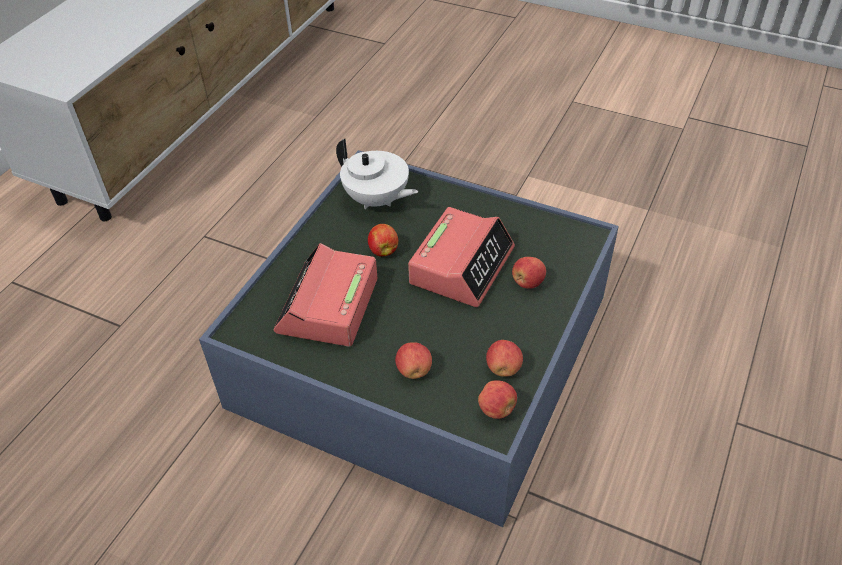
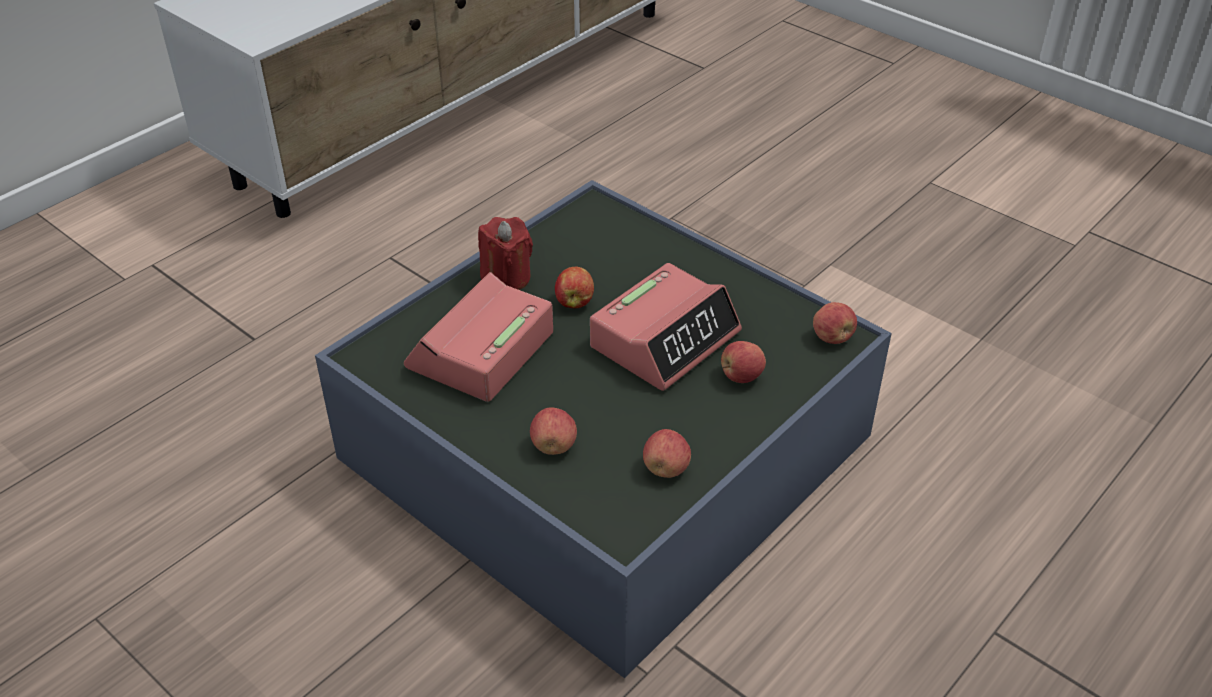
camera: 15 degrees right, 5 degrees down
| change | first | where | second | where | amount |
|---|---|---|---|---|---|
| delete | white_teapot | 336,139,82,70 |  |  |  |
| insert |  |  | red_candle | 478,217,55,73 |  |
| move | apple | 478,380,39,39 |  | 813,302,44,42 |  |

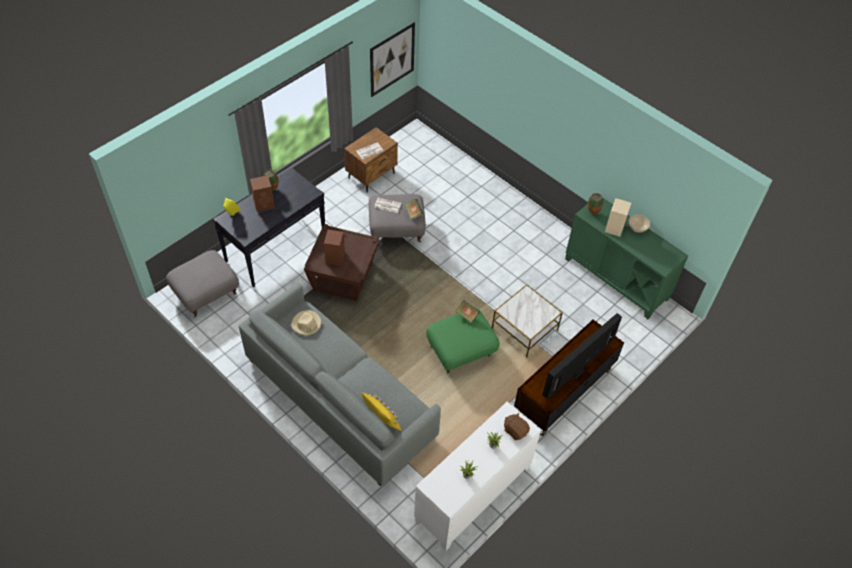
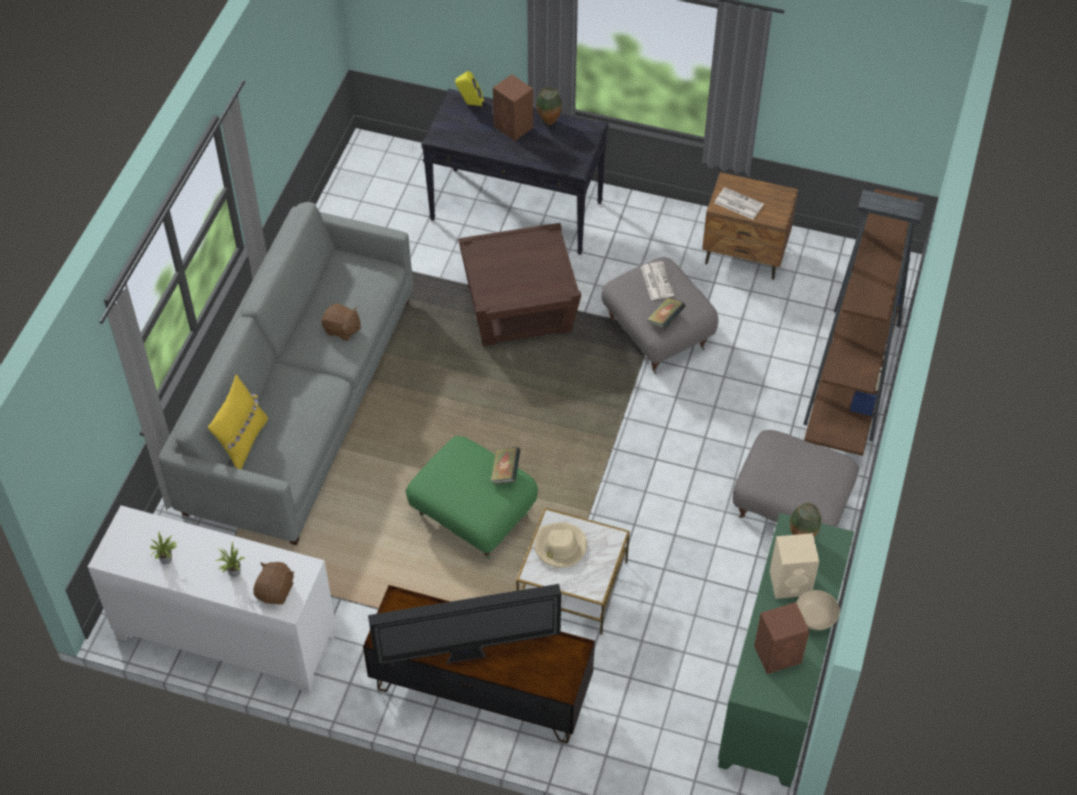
camera: 65 degrees right, 0 degrees up
| change | first | where | second | where | amount |
|---|---|---|---|---|---|
| delete | picture | 370,22,45,75 |  |  |  |
| insert |  |  | brown_plush_toy | 321,304,40,37 |  |
| insert |  |  | brown_bookcase | 803,189,121,267 |  |
| move | grey_ottoman | 166,250,73,68 |  | 733,430,126,97 |  |
| move | beige_hat | 291,310,30,25 |  | 535,522,52,46 |  |
| move | brown_speaker | 324,230,21,36 |  | 754,602,56,72 |  |
| rotate | television | 543,313,79,86 |  | 368,584,193,81 | 150 degrees clockwise |

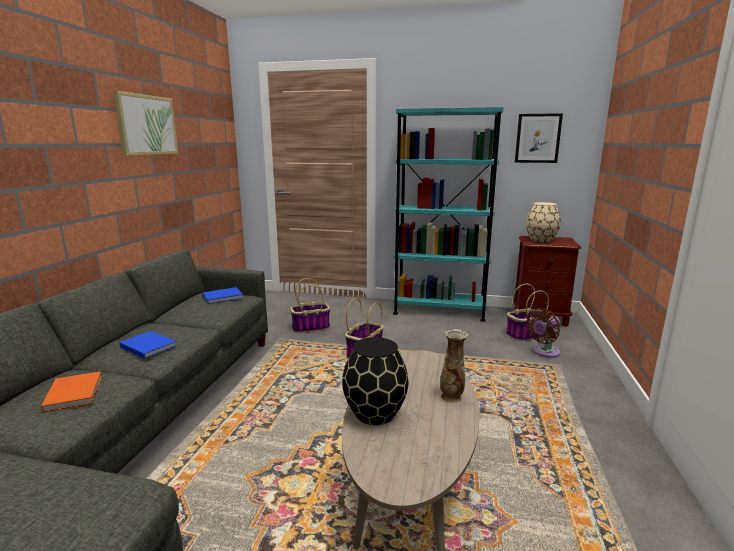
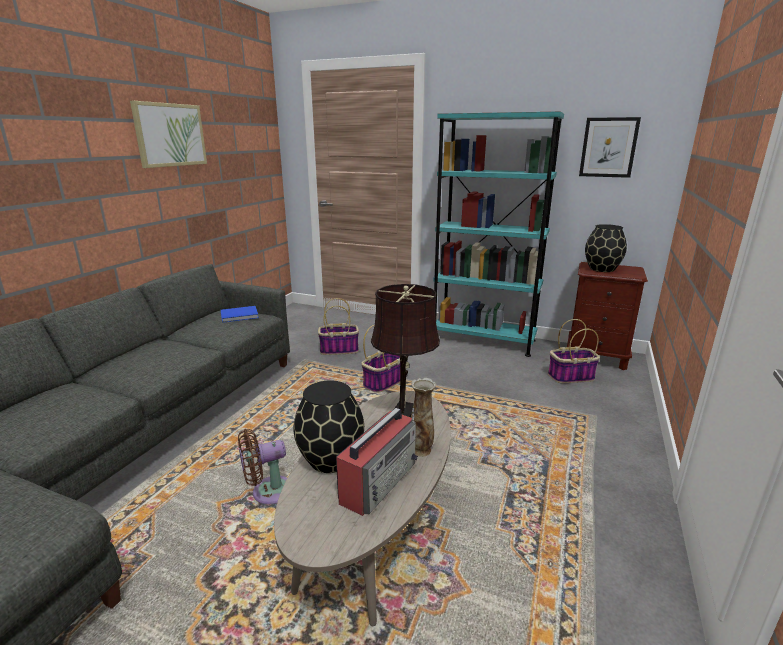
camera: 10 degrees right, 5 degrees up
| change | first | where | second | where | amount |
|---|---|---|---|---|---|
| delete | orange_book | 41,371,61,41 |  |  |  |
| delete | blue_book | 119,331,57,28 |  |  |  |
| insert |  |  | radio | 336,408,82,108 |  |
| insert |  |  | brown_table_lamp | 371,284,69,133 |  |
| move | brown_fan | 526,308,34,50 |  | 238,429,49,75 |  |
| recolor | beige_vase | 526,202,35,40 | black_vase | 585,224,42,48 |  |

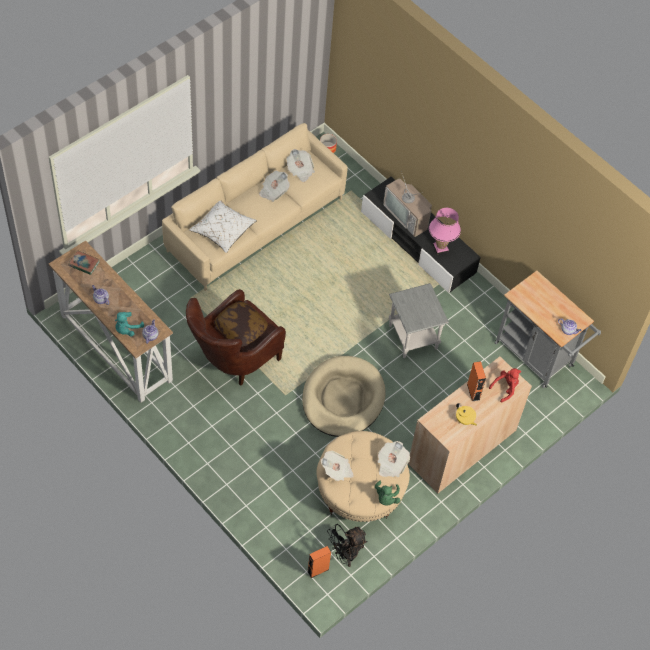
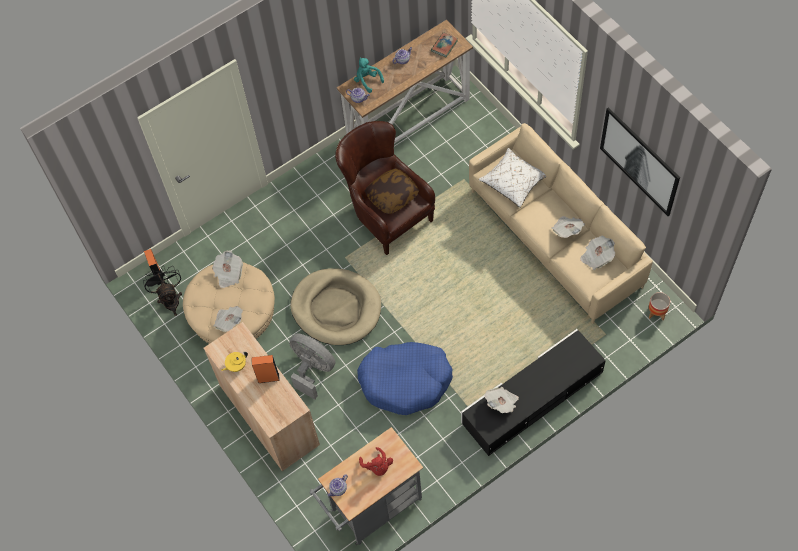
camera: 105 degrees right, 5 degrees up
| change | first | where | second | where | amount |
|---|---|---|---|---|---|
| delete | green_plush_toy | 375,480,25,25 |  |  |  |
| delete | television | 383,171,49,66 |  |  |  |
| insert |  |  | grey_fan | 289,333,47,67 |  |
| insert |  |  | picture | 600,107,80,109 |  |
| move | red_plush_toy | 489,368,32,35 |  | 359,447,34,29 |  |
| replace | grey_side_table | 389,283,60,75 | blue_dog_bed | 357,342,96,73 |  |
| replace | pink_table_lamp | 429,208,32,46 | newspaper | 485,387,34,26 |  |

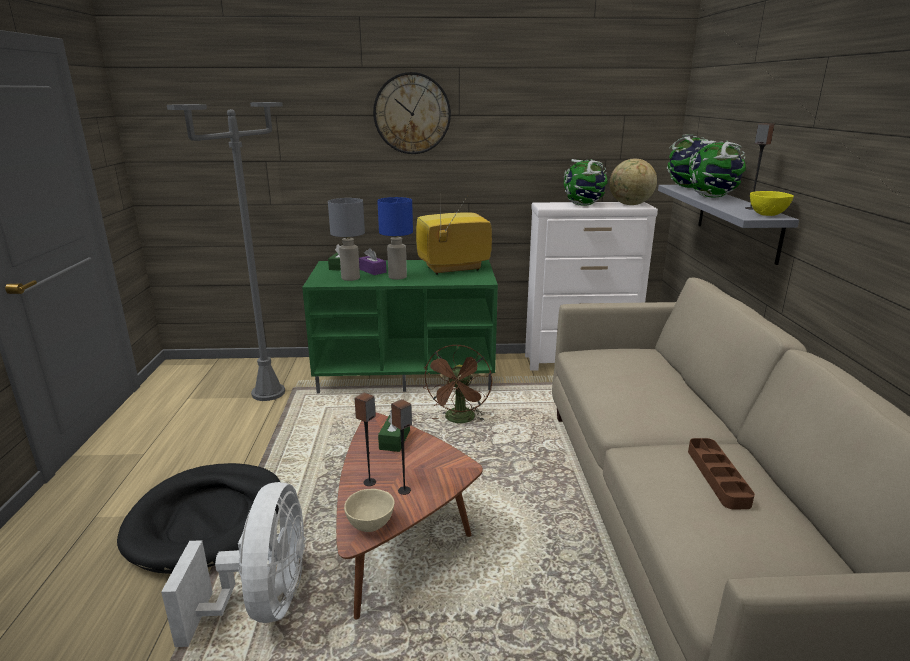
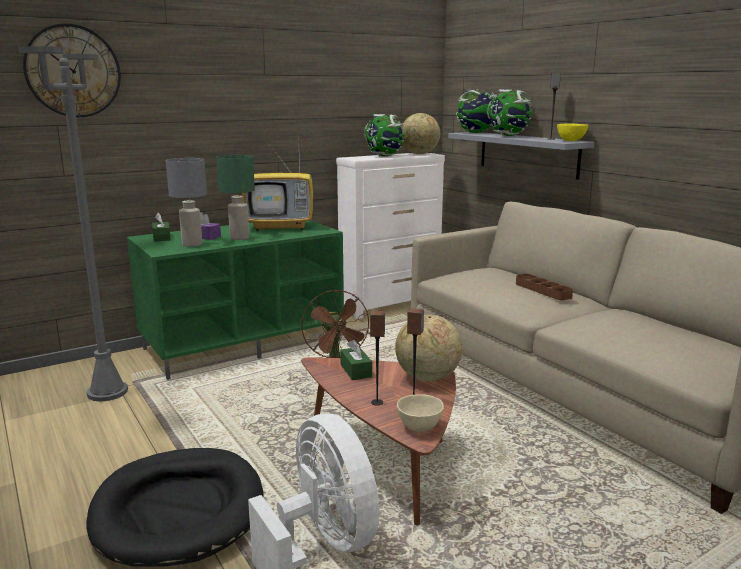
camera: 30 degrees left, 5 degrees down
| change | first | where | second | where | amount |
|---|---|---|---|---|---|
| insert |  |  | globe | 395,315,67,67 |  |
| move | wall_clock | 373,72,78,82 |  | 23,23,98,94 |  |
| move | brown_tray | 688,438,67,71 |  | 516,274,57,26 |  |
| recolor | blue_table_lamp | 377,197,36,83 | green_table_lamp | 216,155,39,85 |  |
| rotate | television | 416,187,76,88 |  | 242,134,71,97 | 135 degrees counterclockwise |

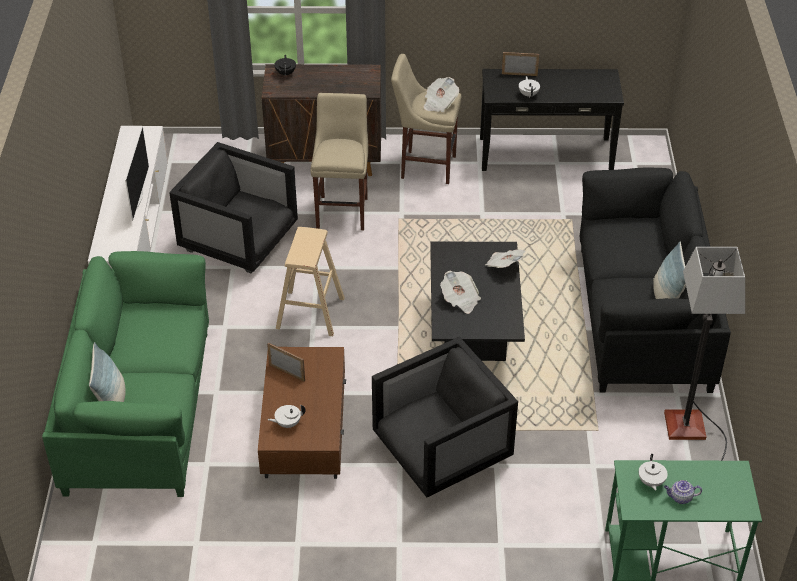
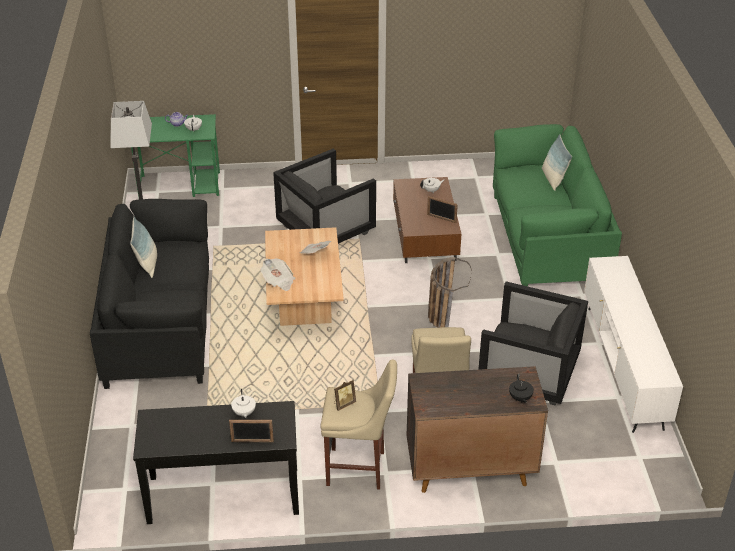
camera: 175 degrees right, 5 degrees down
| change | first | where | second | where | amount |
|---|---|---|---|---|---|
| delete | television | 125,126,24,95 |  |  |  |
| replace | beige_stool | 276,227,69,109 | basket | 428,257,44,71 |  |
| replace | newspaper | 423,77,36,35 | picture_frame | 334,380,22,31 |  |
| recolor | black_coffee_table | 430,241,95,120 | beige_coffee_table | 265,227,79,99 |  |

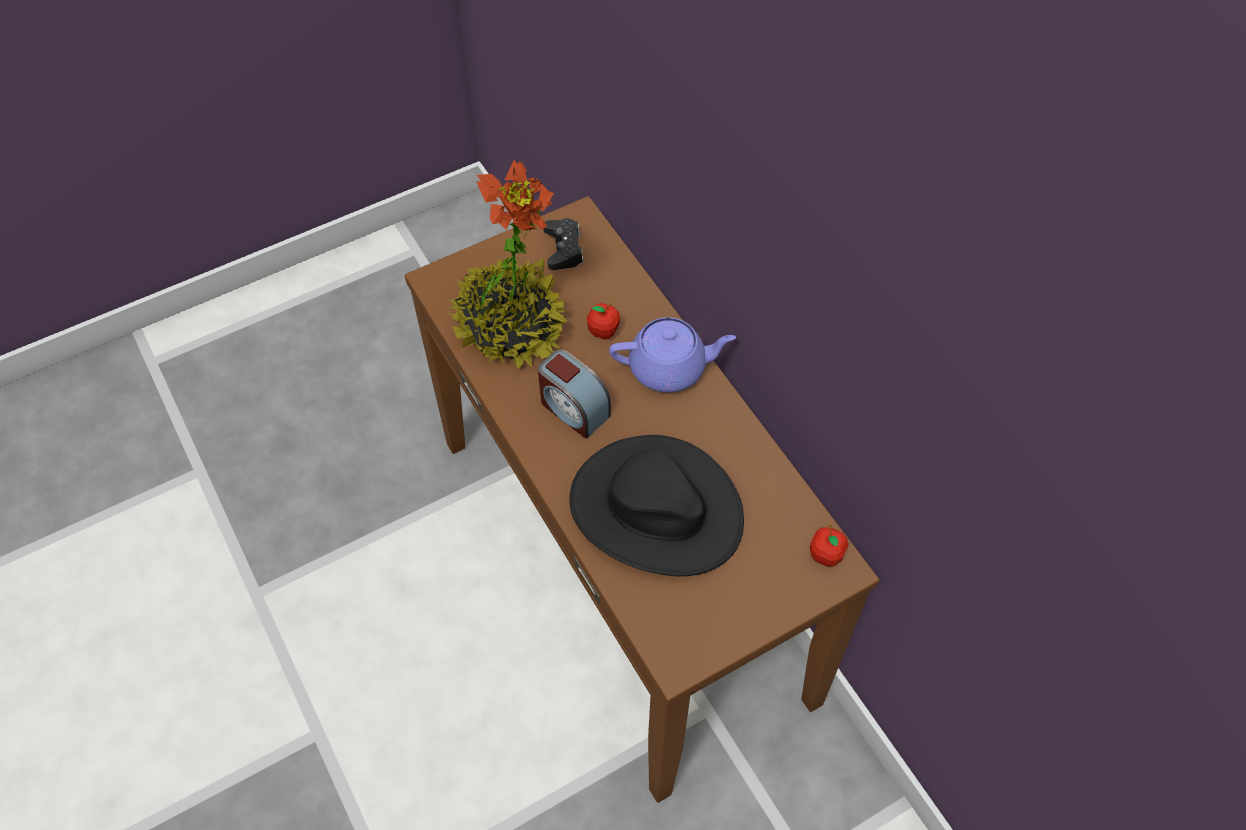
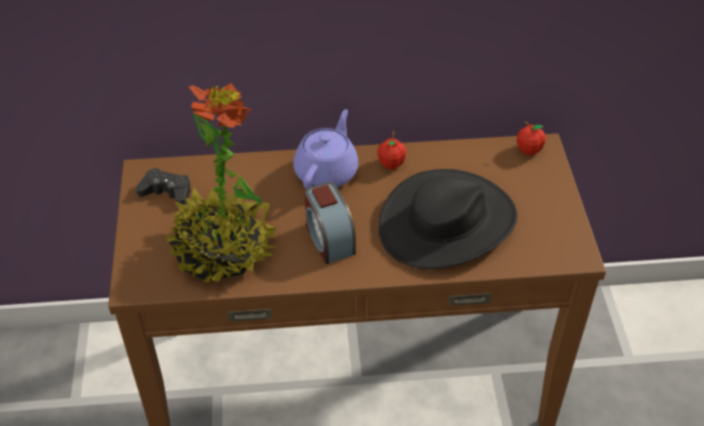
camera: 65 degrees left, 10 degrees down
| change | first | where | second | where | amount |
|---|---|---|---|---|---|
| move | apple | 587,302,33,37 |  | 377,131,29,39 |  |
| rotate | alarm_clock | 538,349,73,90 |  | 305,182,51,82 | 90 degrees clockwise |

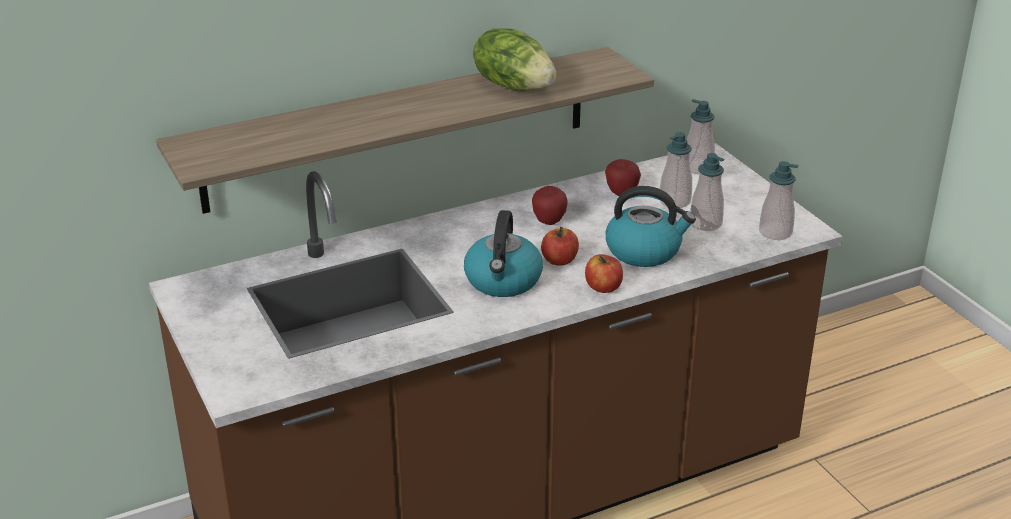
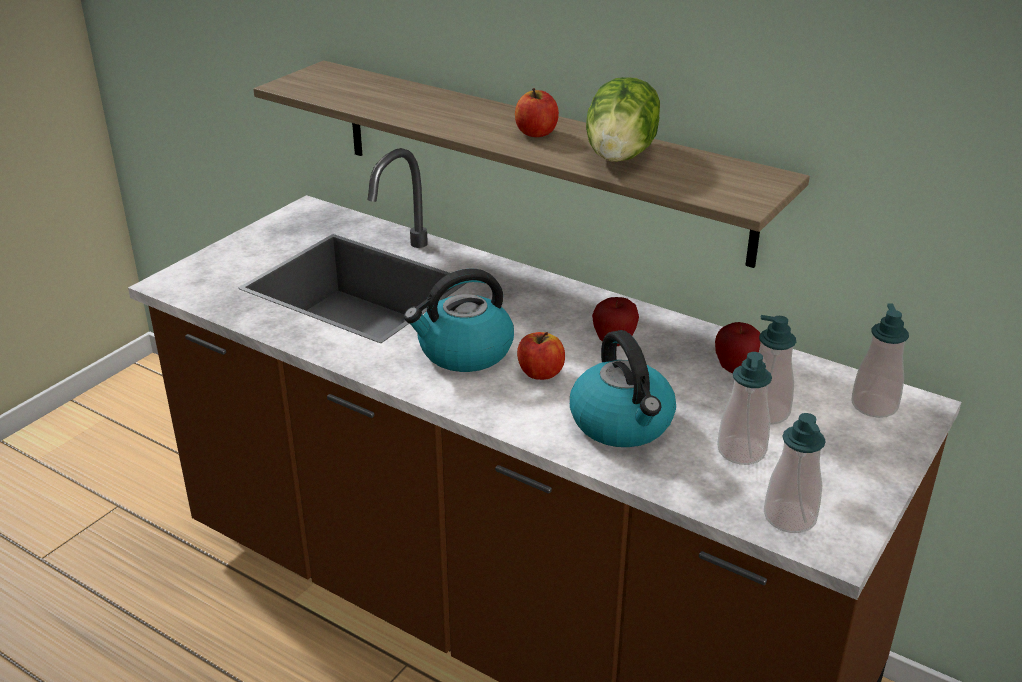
camera: 60 degrees right, 0 degrees up
| change | first | where | second | where | amount |
|---|---|---|---|---|---|
| move | apple | 585,254,38,39 |  | 515,88,44,49 |  |

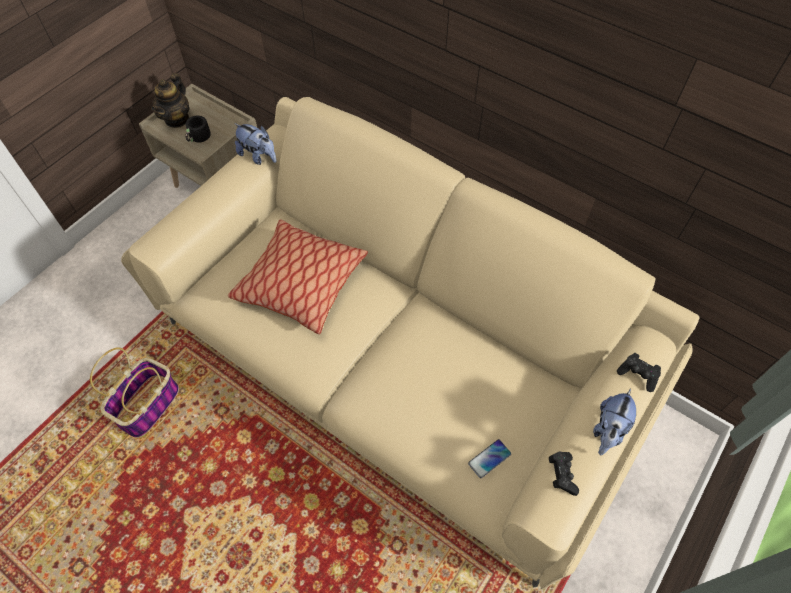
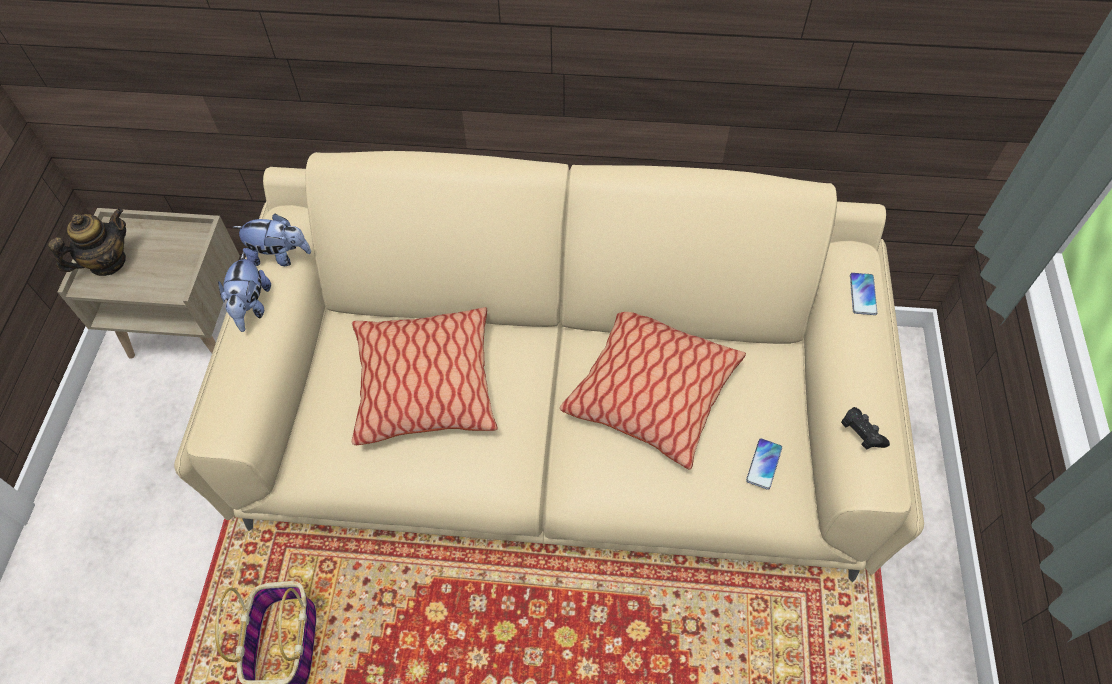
camera: 30 degrees left, 0 degrees up
| change | first | where | second | where | amount |
|---|---|---|---|---|---|
| delete | black_mug | 186,115,32,28 |  |  |  |
| insert |  |  | pillow | 560,312,186,157 |  |
| move | plush_toy | 593,388,43,67 |  | 218,252,53,80 |  |
| replace | black_game_controller | 617,353,44,39 | phone | 850,273,27,42 |  |
| rotate | teapot | 151,73,39,55 |  | 48,208,78,68 | 120 degrees counterclockwise |

